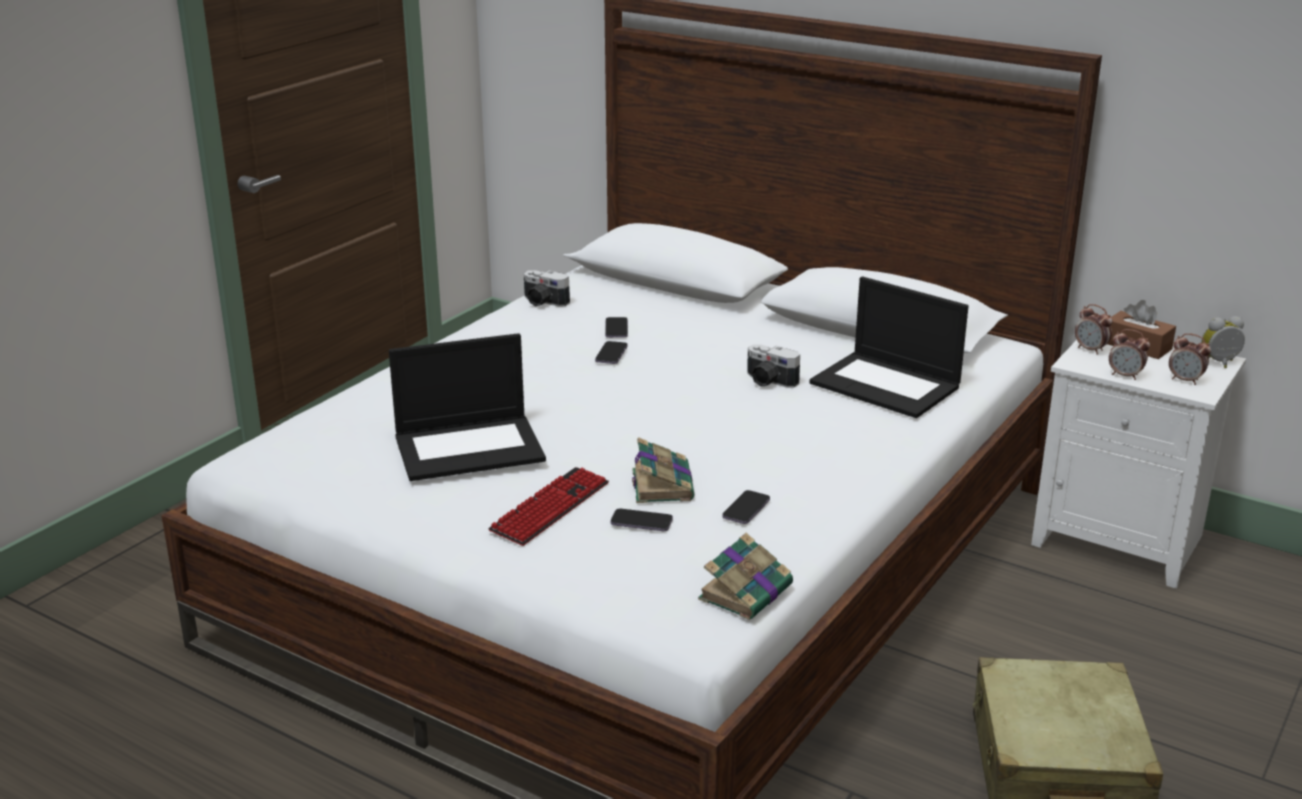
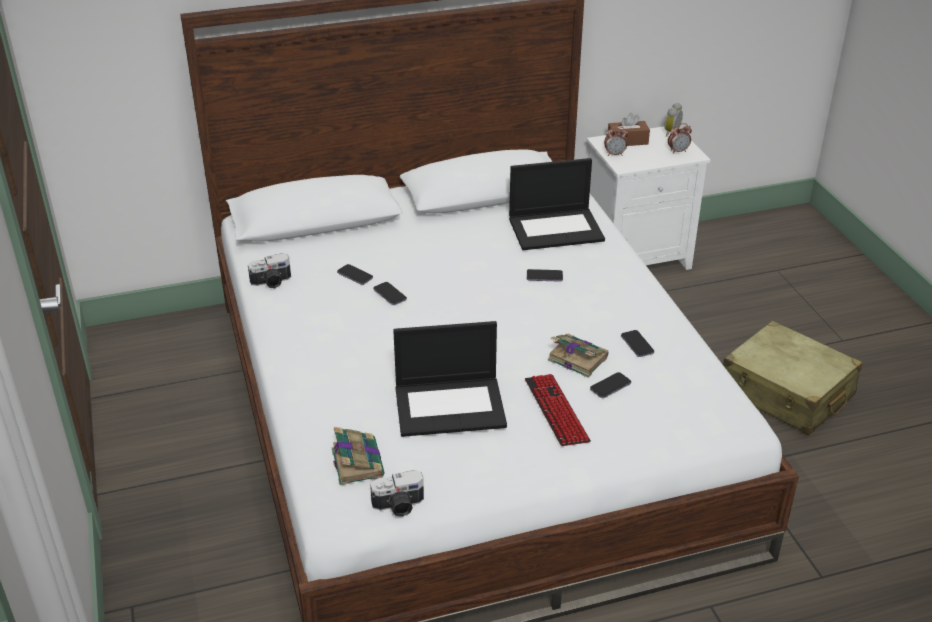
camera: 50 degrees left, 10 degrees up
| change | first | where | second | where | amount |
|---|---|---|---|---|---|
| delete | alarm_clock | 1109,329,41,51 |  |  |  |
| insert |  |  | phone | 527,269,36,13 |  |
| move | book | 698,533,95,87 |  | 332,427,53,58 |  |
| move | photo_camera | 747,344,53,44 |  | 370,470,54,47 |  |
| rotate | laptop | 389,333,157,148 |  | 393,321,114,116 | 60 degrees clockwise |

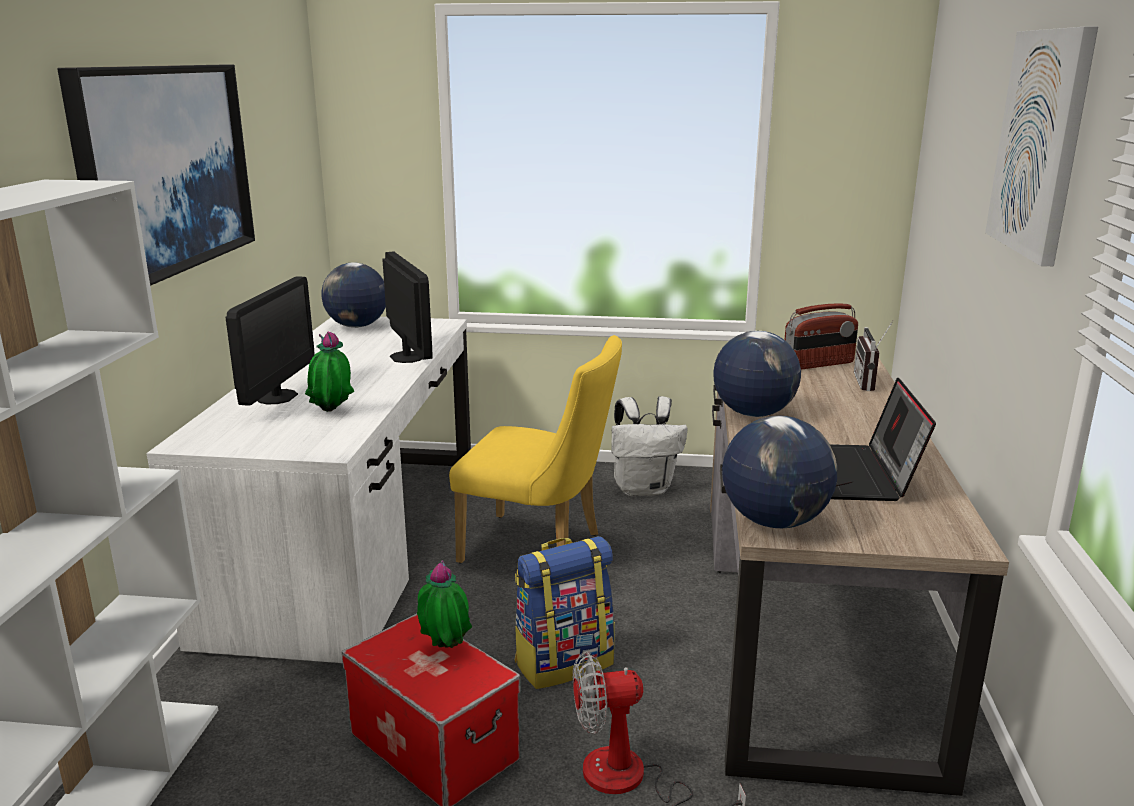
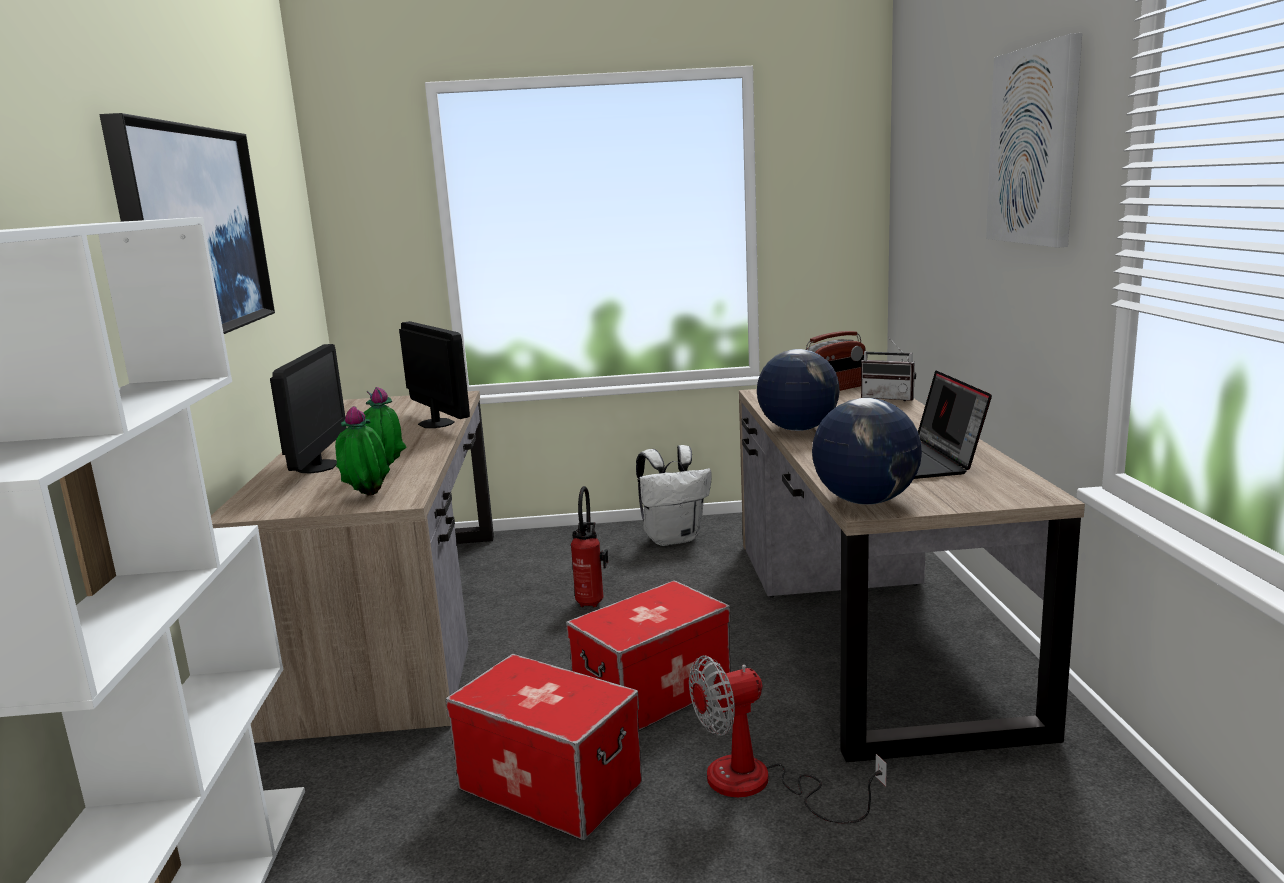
camera: 10 degrees left, 5 degrees down
| change | first | where | second | where | amount |
|---|---|---|---|---|---|
| delete | globe | 322,262,64,66 |  |  |  |
| move | potted_plant | 417,560,55,88 |  | 335,406,55,90 |  |
| replace | yellow_chair | 449,335,173,228 | fire_extinguisher | 571,486,37,121 |  |
| replace | backpack | 515,536,100,153 | storage_box | 566,580,165,151 |  |
| recolor | white_desk | 147,317,324,346 | brown_desk | 211,391,283,352 |  |
| rotate | radio | 854,320,40,71 |  | 861,336,55,65 | 60 degrees counterclockwise |

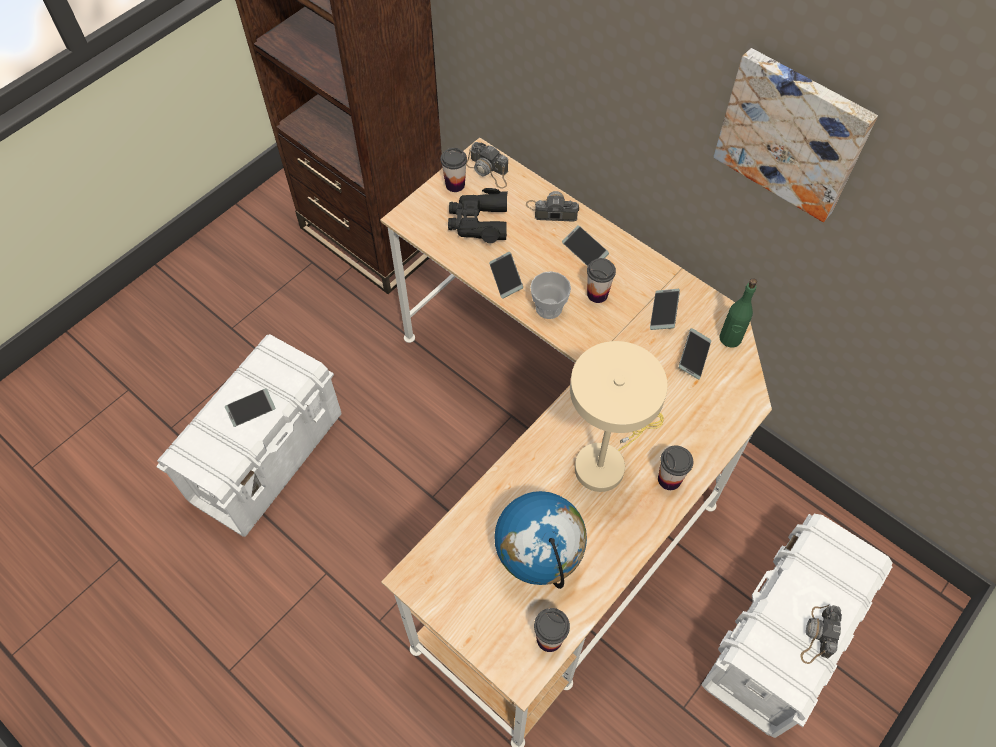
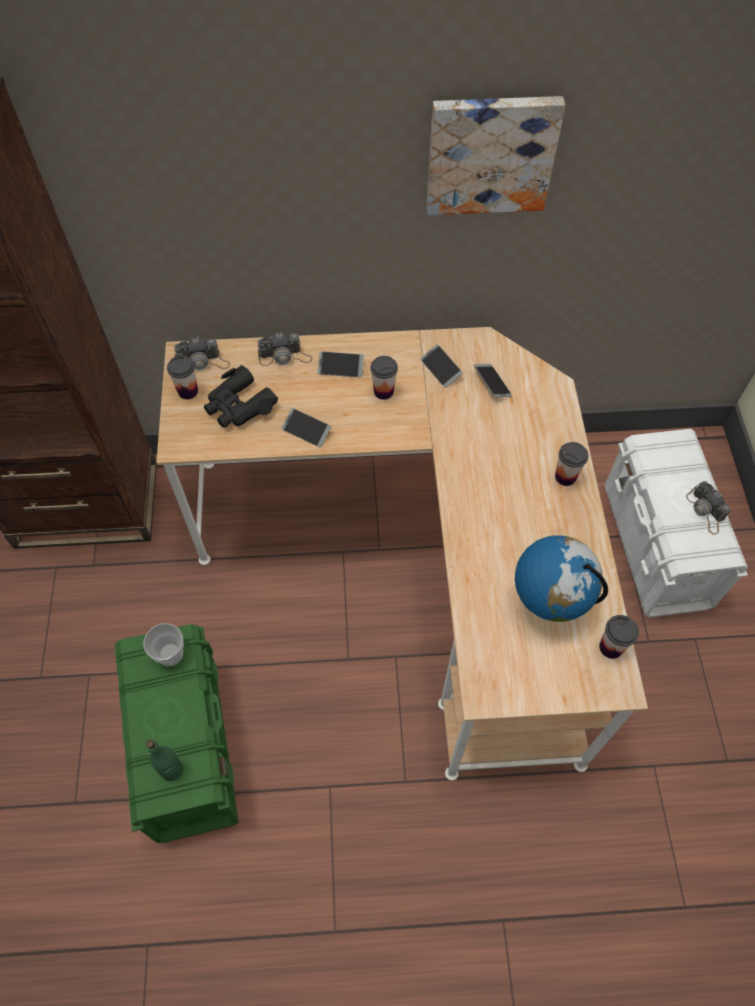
camera: 45 degrees left, 0 degrees up
| change | first | where | second | where | amount |
|---|---|---|---|---|---|
| delete | phone | 225,388,51,39 |  |  |  |
| delete | beige_table_lamp | 570,341,98,151 |  |  |  |
| move | cup | 530,271,41,48 |  | 143,623,41,43 |  |
| move | green_bottle | 719,278,38,70 |  | 146,740,38,41 |  |
| recolor | white_storage_box | 156,334,186,203 | green_storage_box | 115,624,124,219 |  |
| rotate | photo_camera | 526,191,53,31 |  | 257,333,55,33 | 150 degrees counterclockwise |

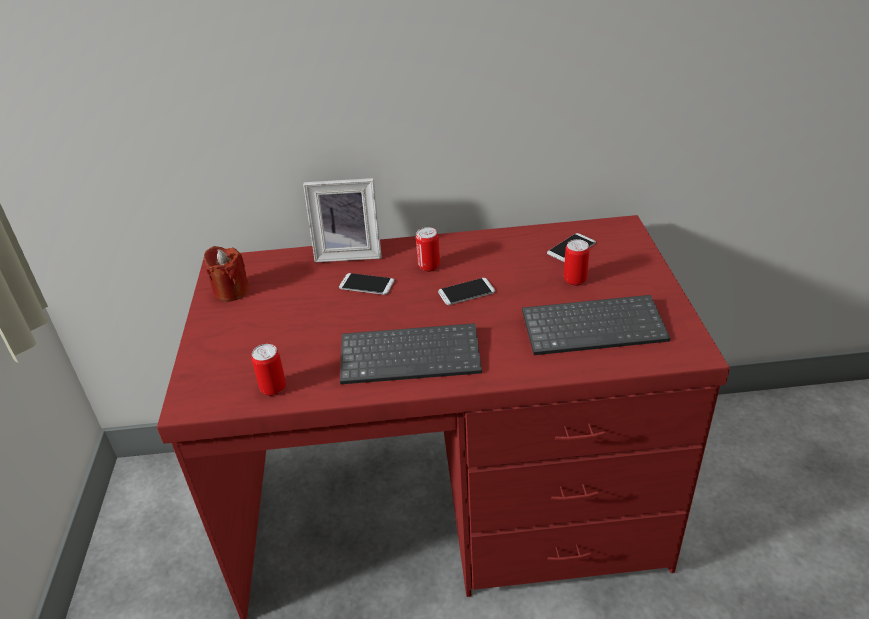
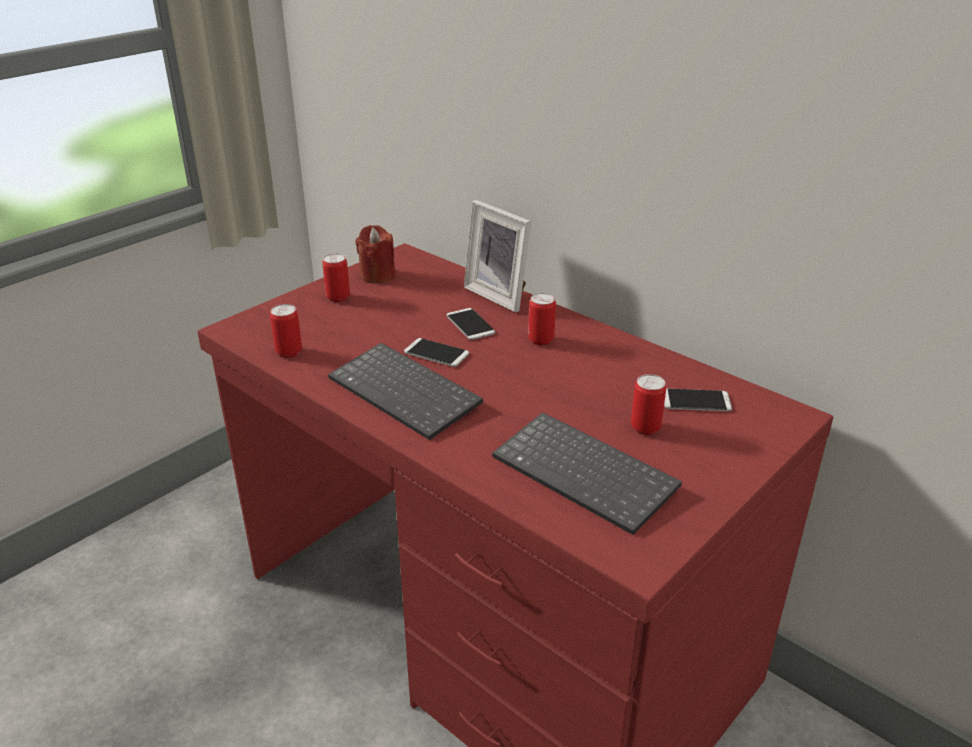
camera: 45 degrees right, 5 degrees down
| change | first | where | second | where | amount |
|---|---|---|---|---|---|
| insert |  |  | can | 322,253,28,49 |  |
| move | phone | 438,278,57,27 |  | 404,338,65,29 |  |

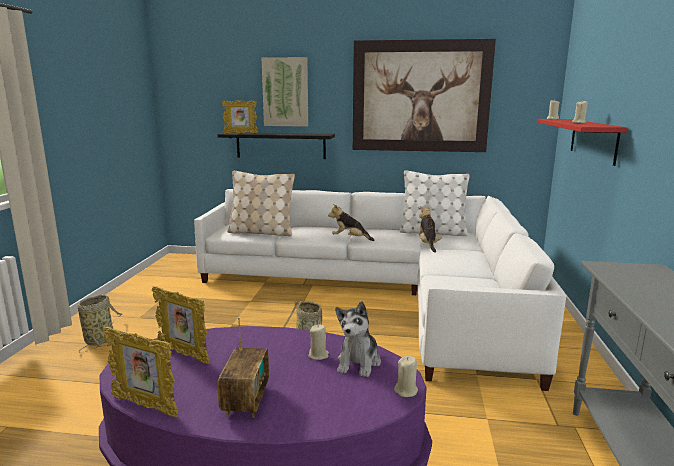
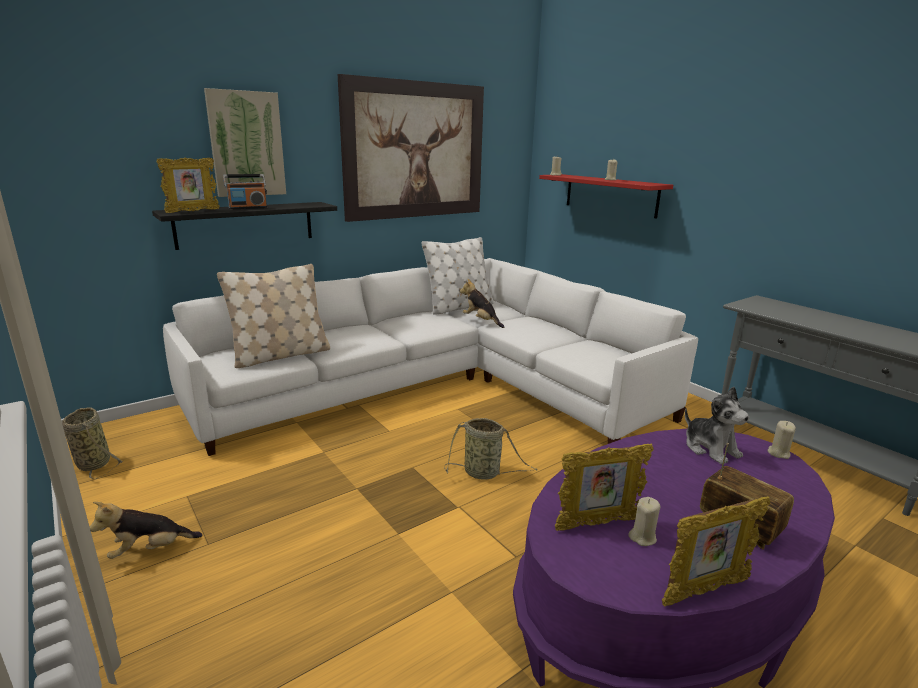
camera: 45 degrees left, 5 degrees up
| change | first | where | second | where | amount |
|---|---|---|---|---|---|
| insert |  |  | radio | 223,174,44,35 |  |
| move | basket | 78,295,44,58 |  | 62,407,61,72 |  |
| move | beige_candle | 308,324,21,36 |  | 628,497,32,49 |  |
| move | plush_toy | 328,204,47,37 |  | 90,502,113,57 |  |

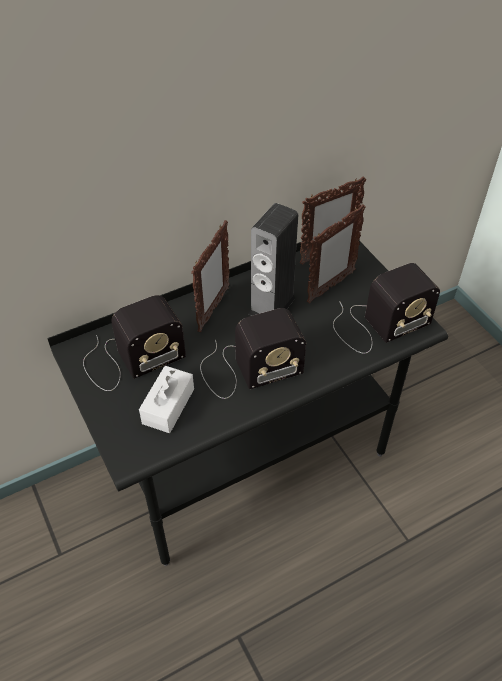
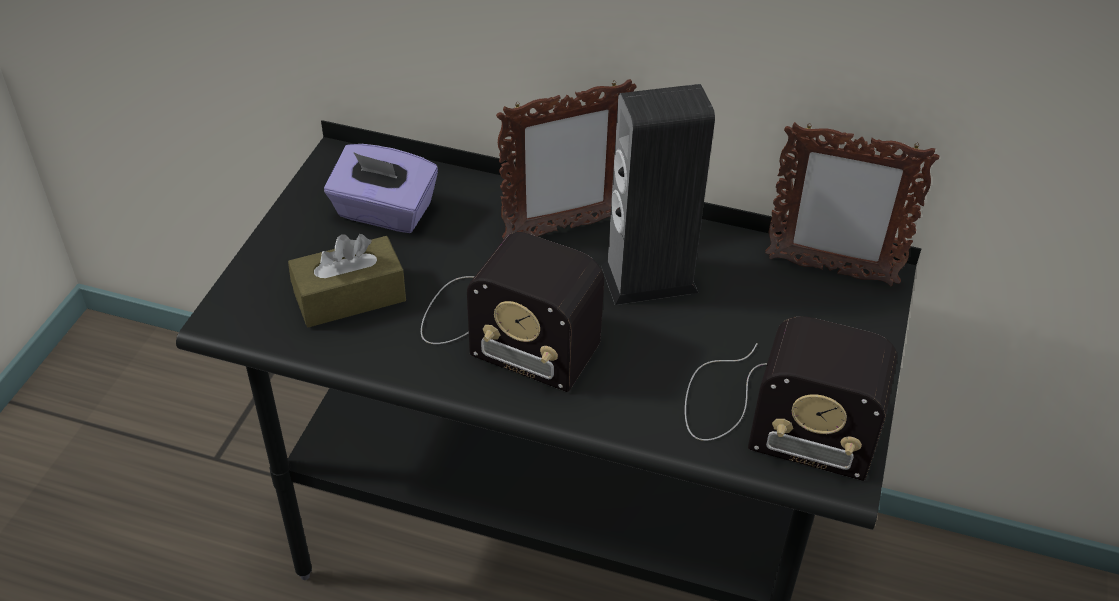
camera: 45 degrees right, 5 degrees down
| change | first | where | second | where | amount |
|---|---|---|---|---|---|
| delete | picture_frame | 307,204,59,99 |  |  |  |
| replace | radio | 83,295,103,96 | purple_tissue_box | 324,144,114,89 |  |
| recolor | white_tissue_box | 139,366,55,67 | brown_tissue_box | 288,234,118,93 |  |

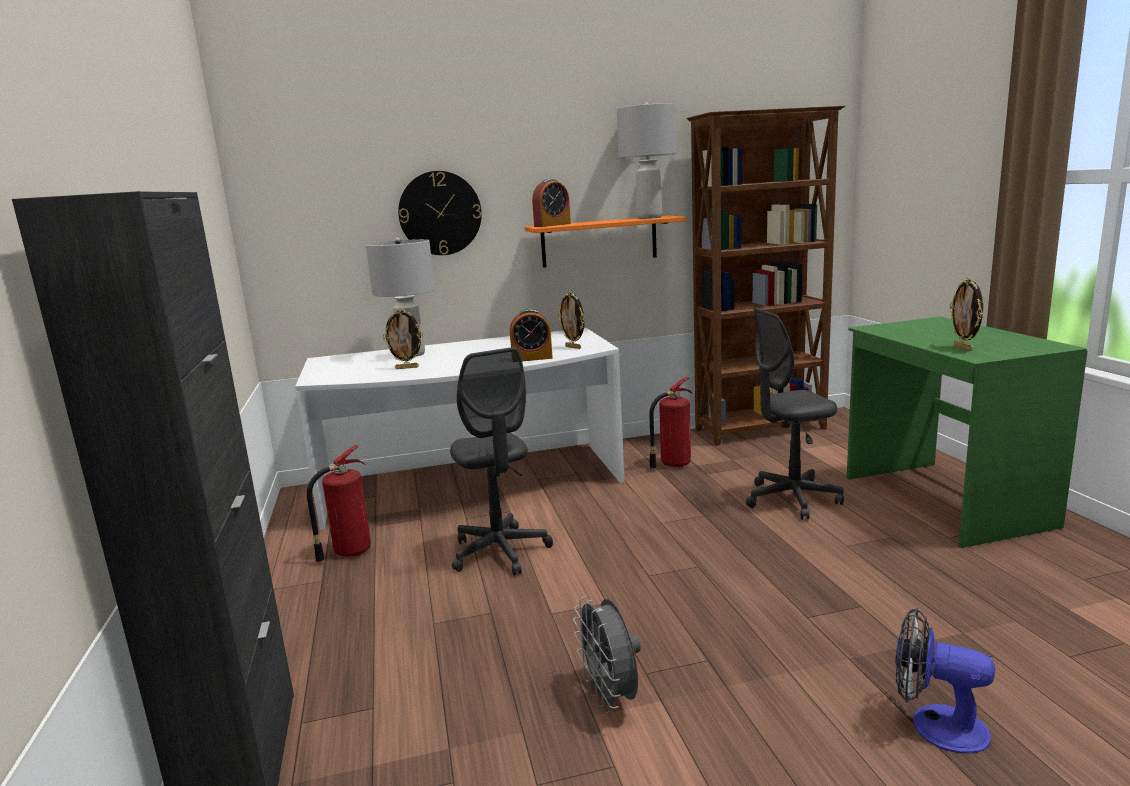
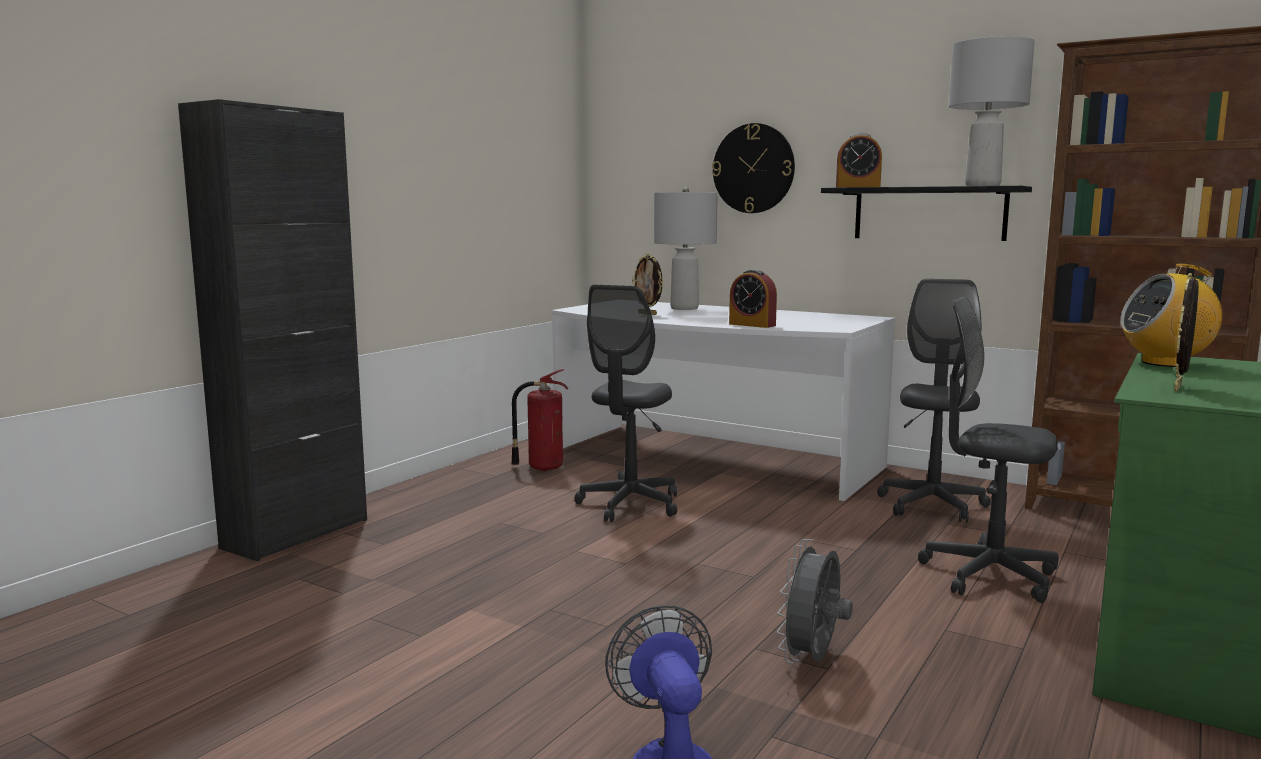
camera: 45 degrees right, 5 degrees down
| change | first | where | second | where | amount |
|---|---|---|---|---|---|
| delete | picture_frame | 558,291,27,58 |  |  |  |
| insert |  |  | radio | 1120,264,102,103 |  |
| move | grey_fan | 573,596,68,118 |  | 777,539,76,125 |  |
| replace | fire_extinguisher | 649,377,43,92 | grey_office_chair | 877,279,114,244 |  |
| recolor | orange_shelf | 525,216,161,52 | black_shelf | 821,186,211,55 |  |

